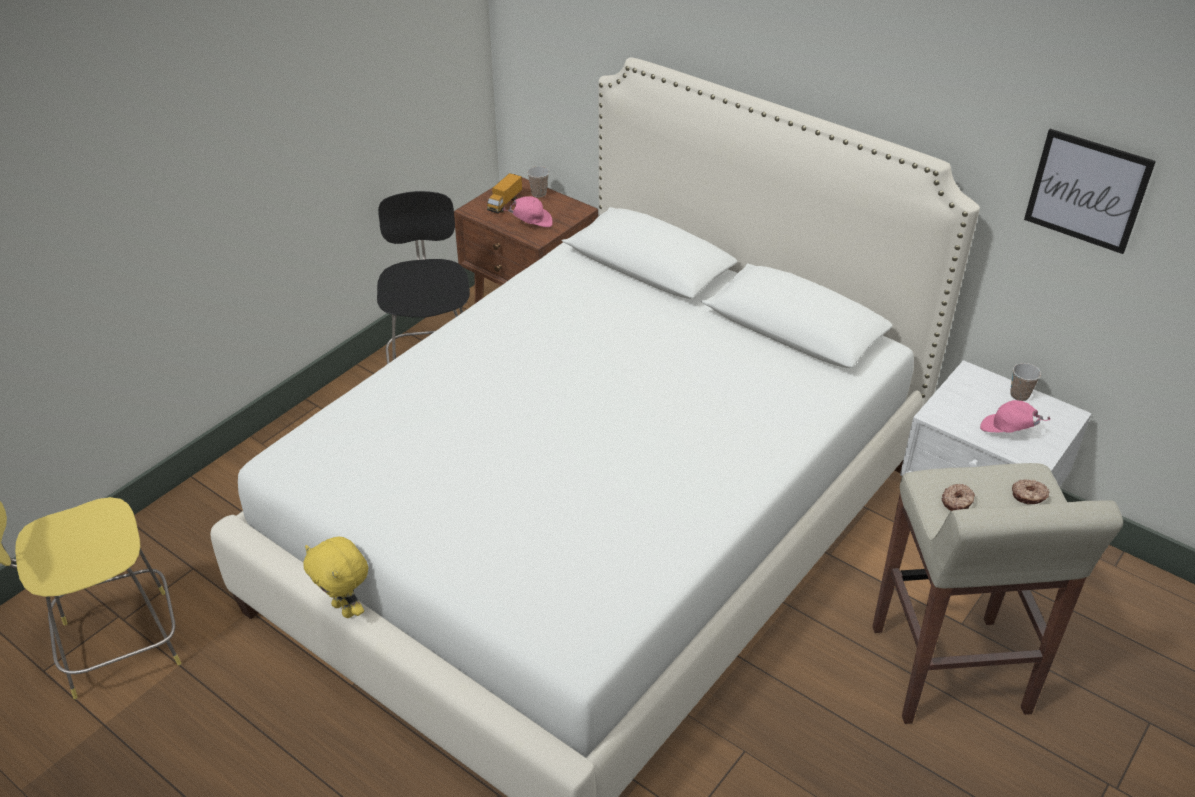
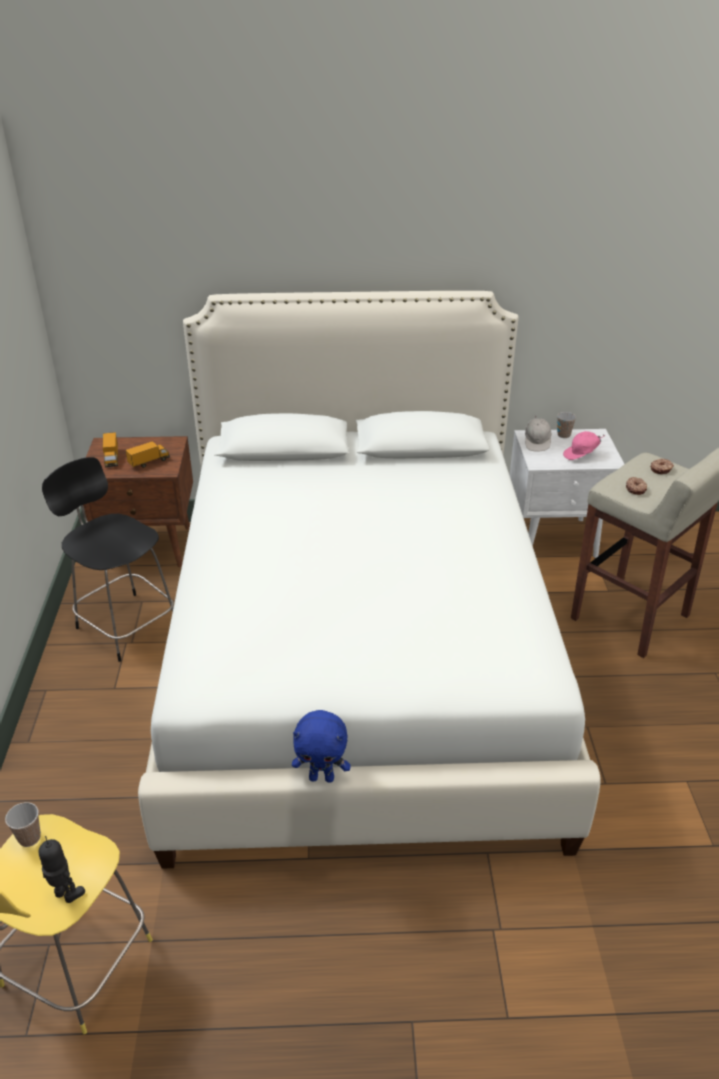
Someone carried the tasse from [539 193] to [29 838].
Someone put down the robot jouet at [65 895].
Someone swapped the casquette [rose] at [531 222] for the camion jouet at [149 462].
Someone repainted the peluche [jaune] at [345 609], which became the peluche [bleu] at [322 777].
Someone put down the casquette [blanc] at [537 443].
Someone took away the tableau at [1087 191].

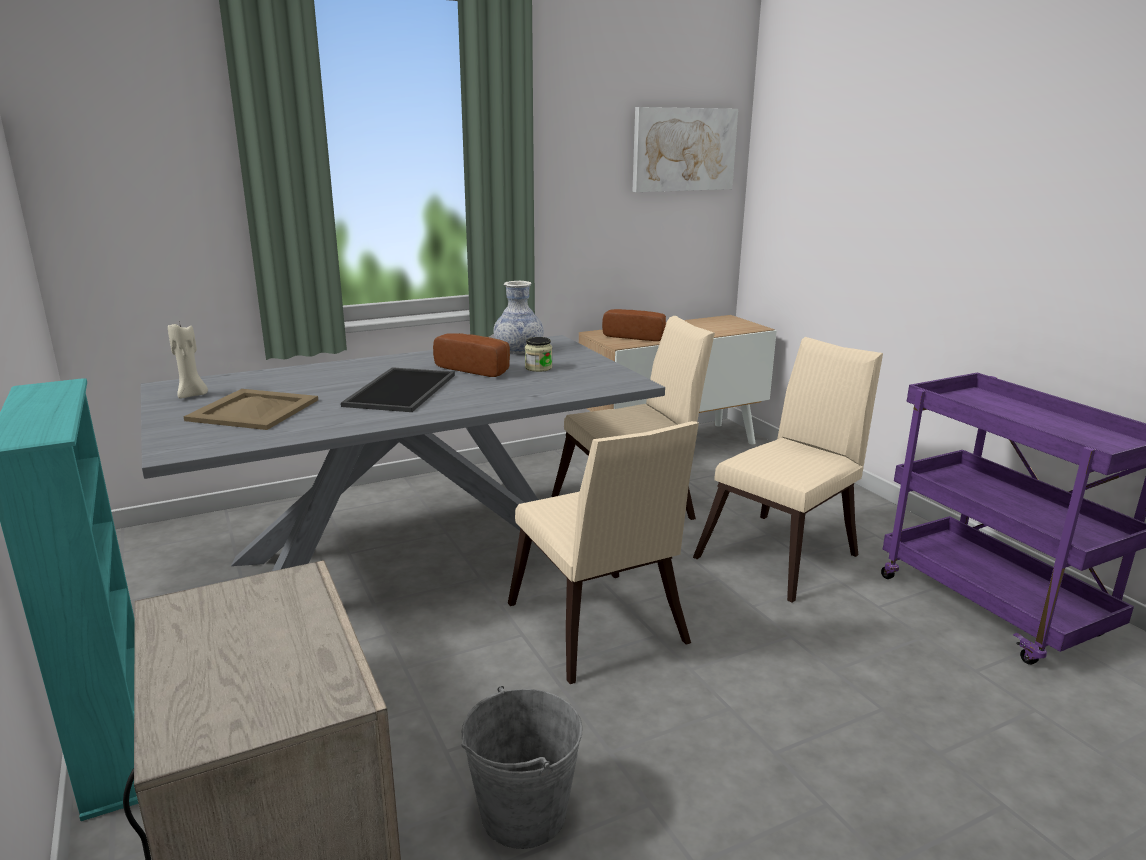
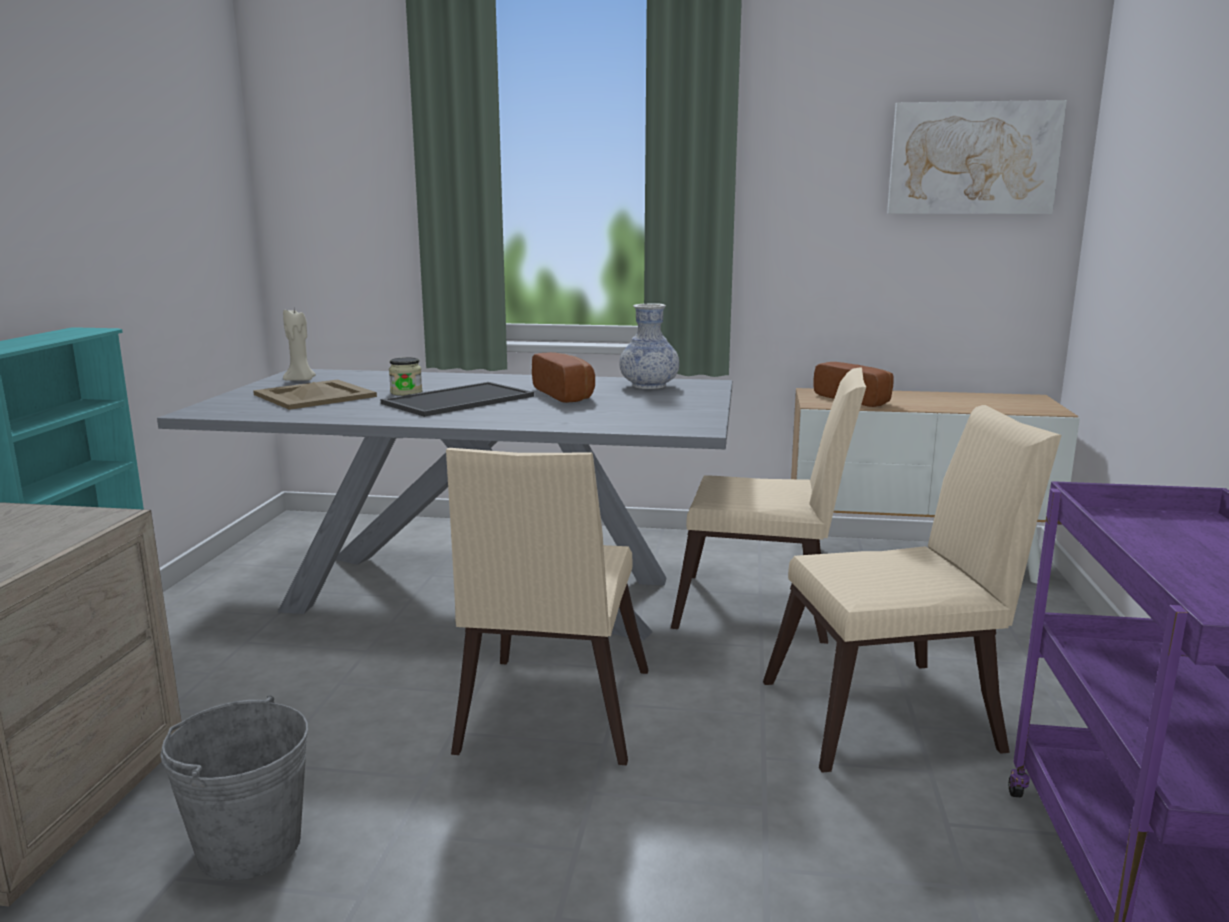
Someone carried the bocal from [538 368] to [406 392].

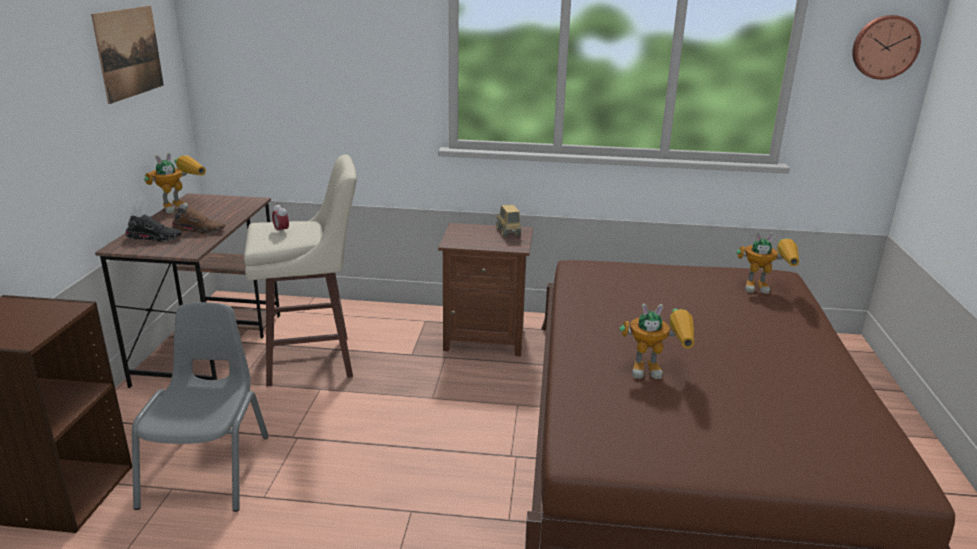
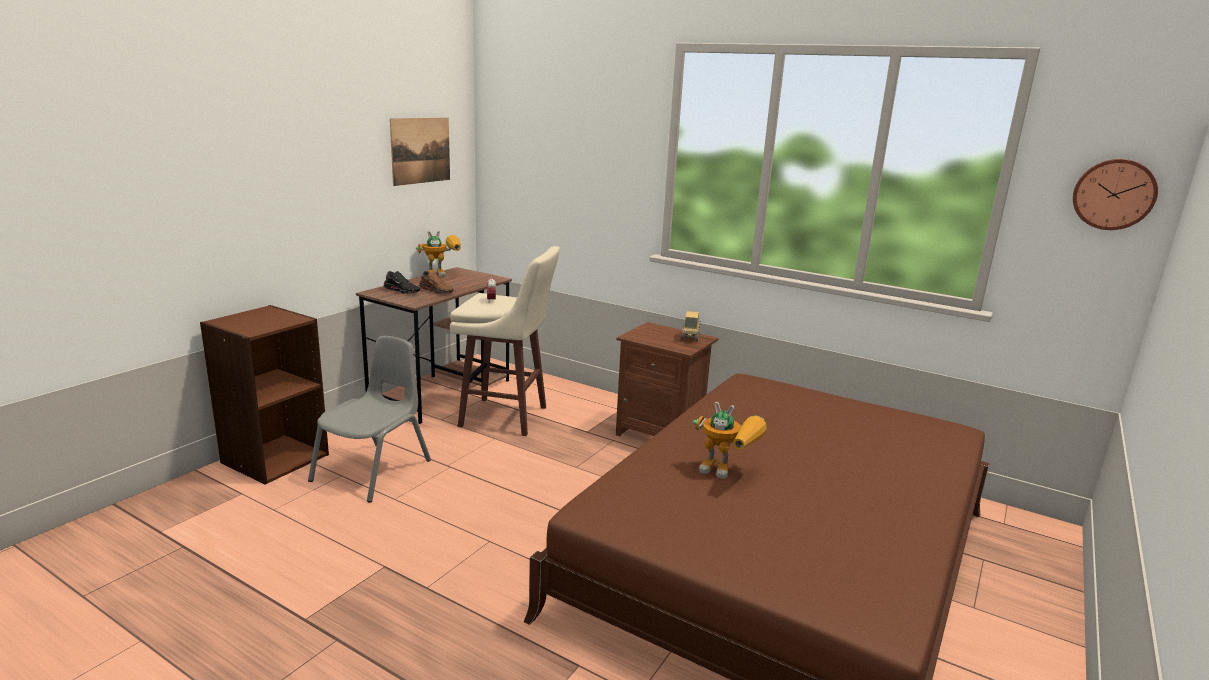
Someone took away the robot jouet at [765 288].

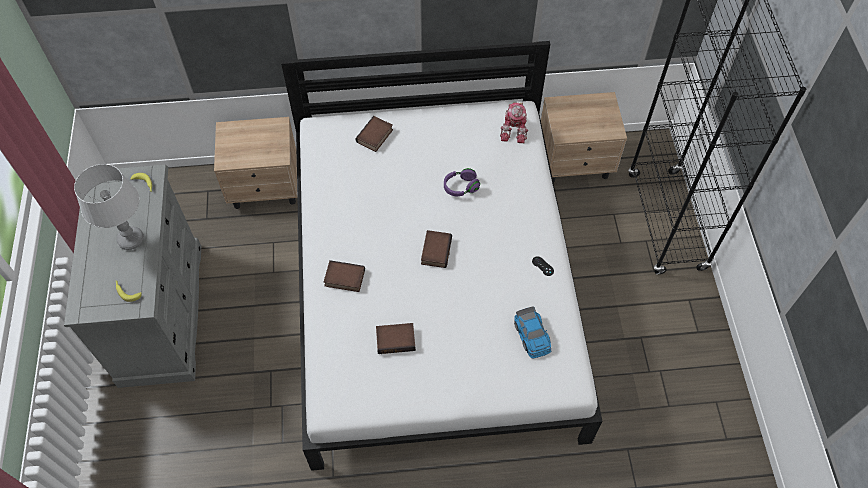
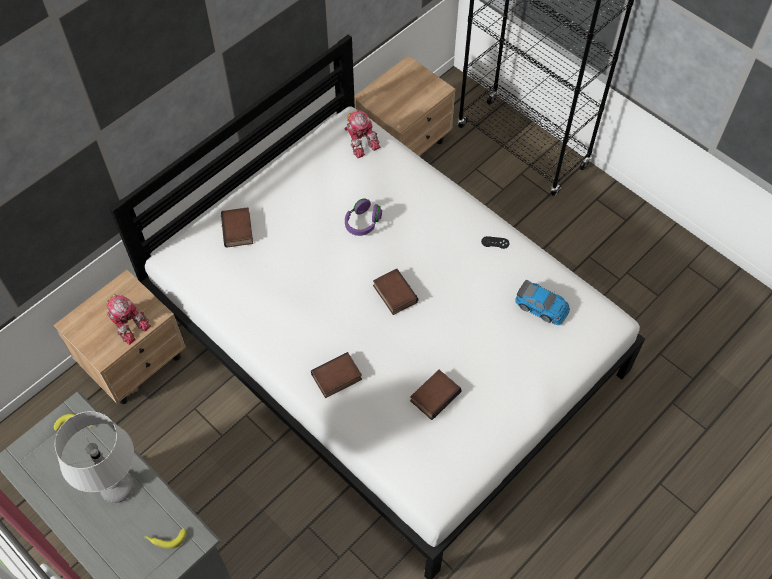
Someone put down the robot jouet at [127 322].

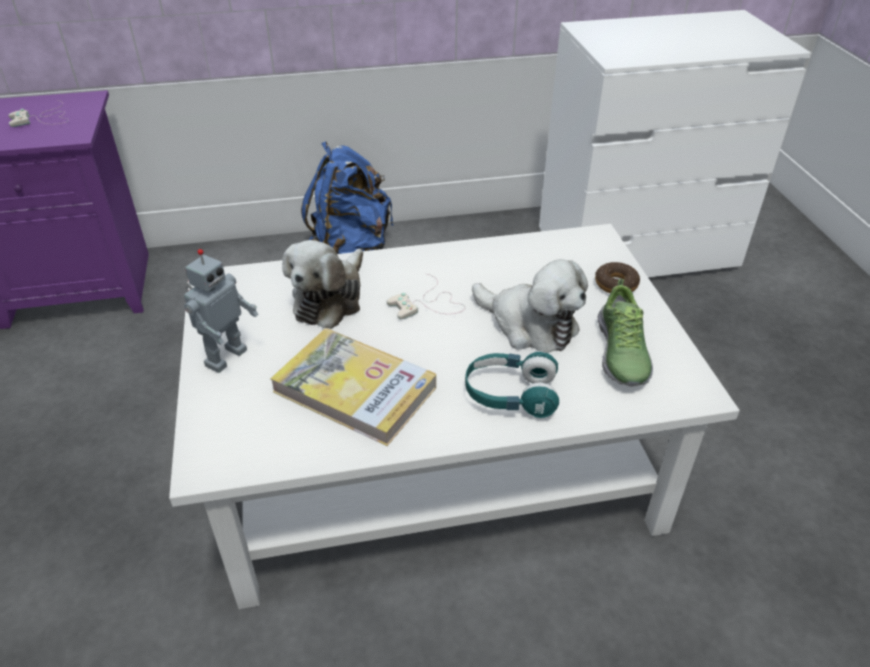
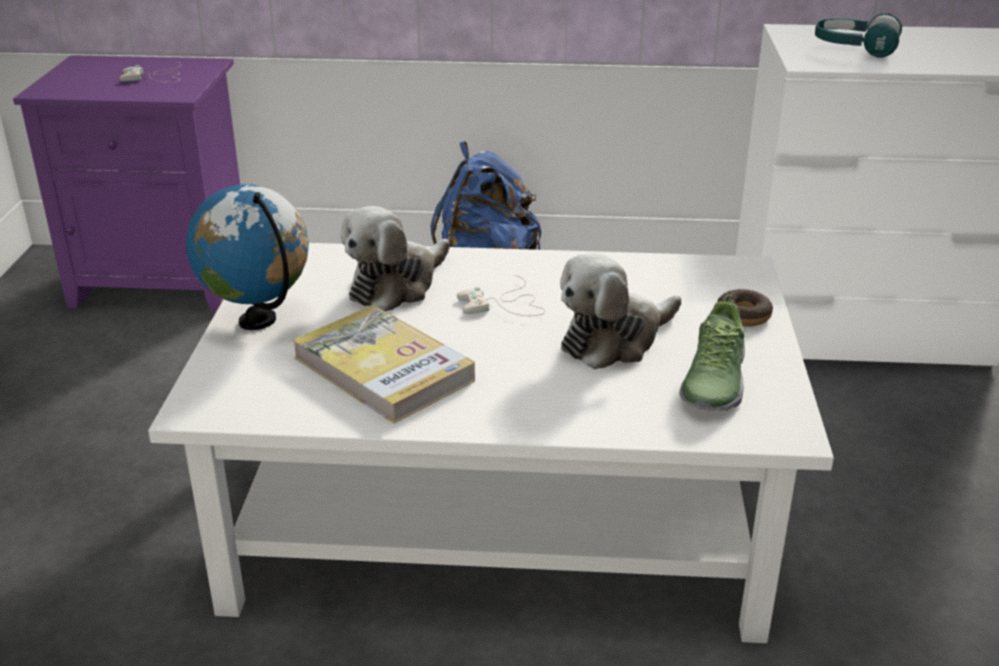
Someone swapped the robot jouet at [224 357] for the globe at [258 321].
Someone rotated the peluche at [529 325] by 90 degrees clockwise.
Someone carried the casque audio [turquoise] from [510 394] to [854 49].

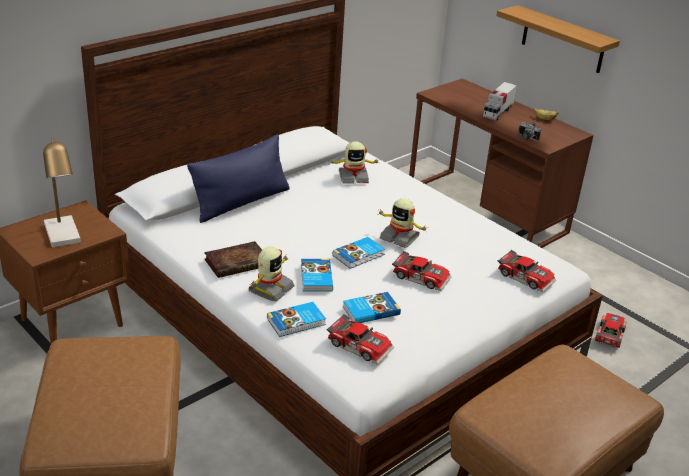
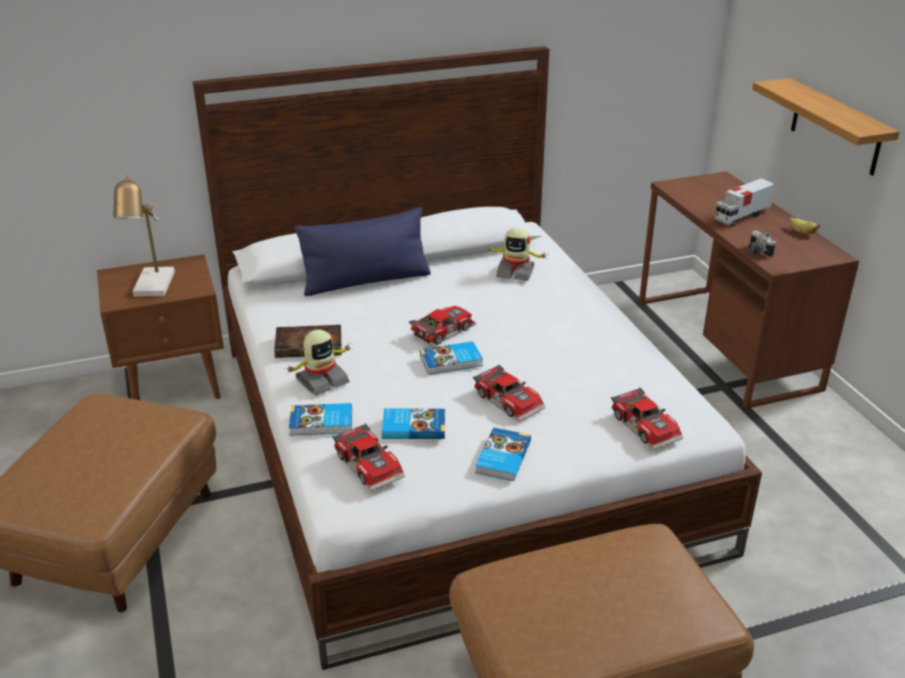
Someone carried the petite voiture from [608 334] to [441 330].
Someone carried the livre from [315 278] to [501 457].
Someone took away the robot jouet at [399 237].

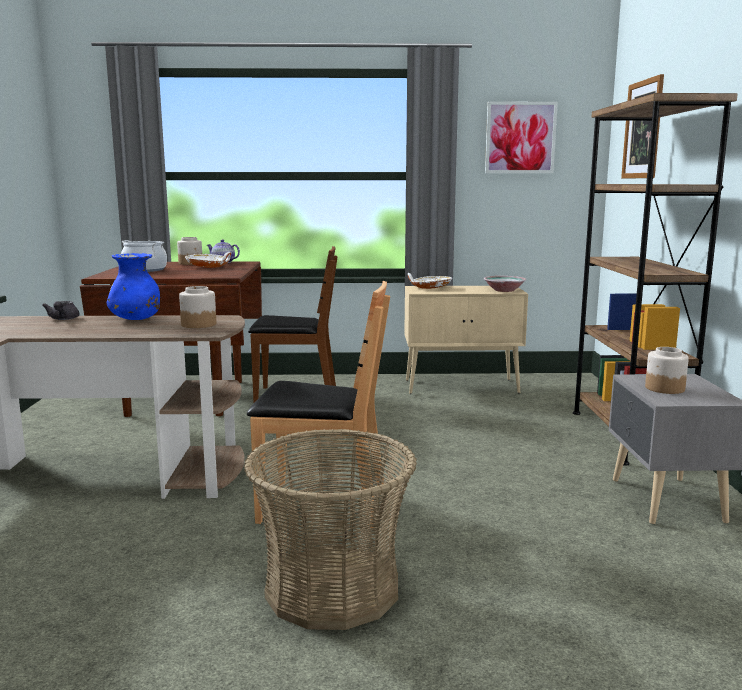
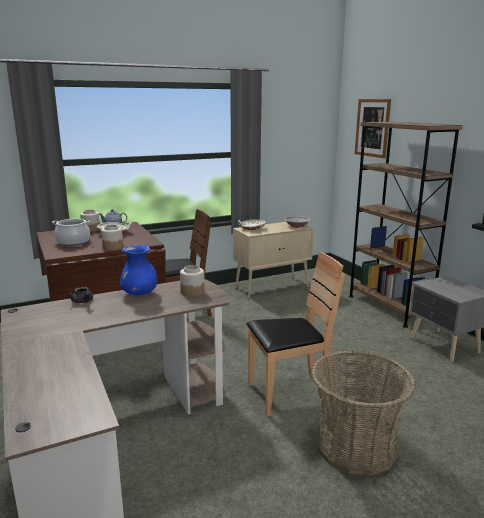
Someone carried the bocal from [664 388] to [112 247].
Someone took away the tableau at [520 138].

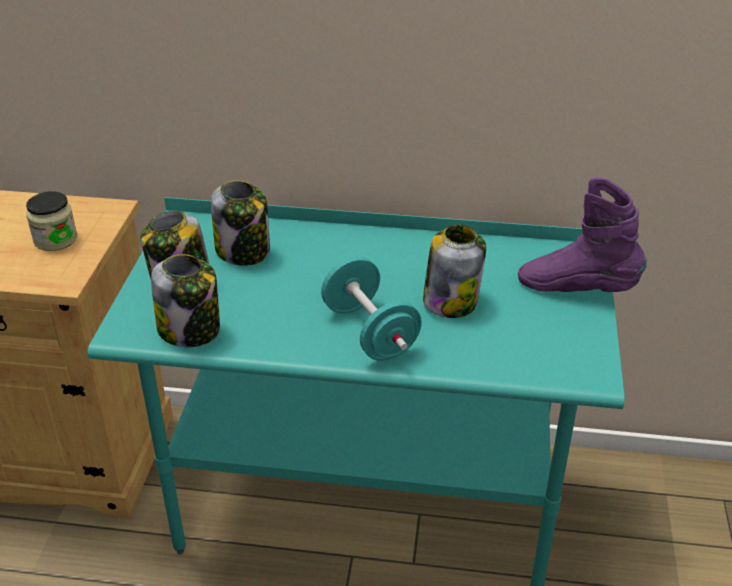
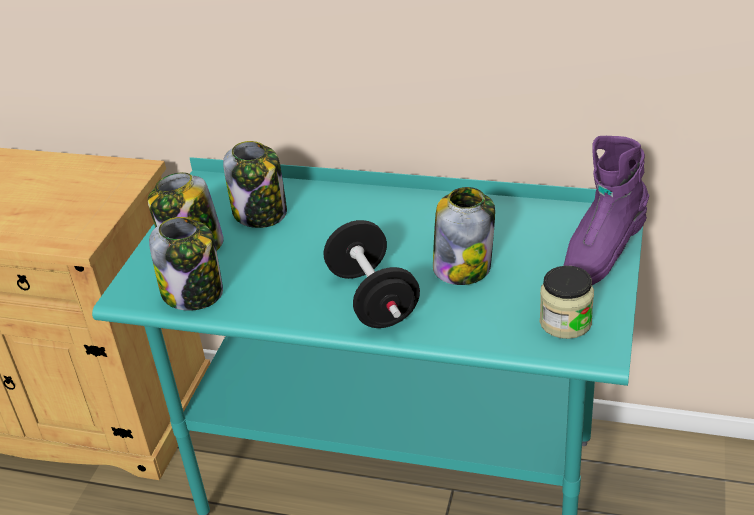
Someone repainted the haltère [turquoise] at [370 332], which became the haltère [noir] at [373 298].
Someone carried the bocal from [55 239] to [565 322].
Someone rotated the botte [violet] at [577 288] by 75 degrees counterclockwise.

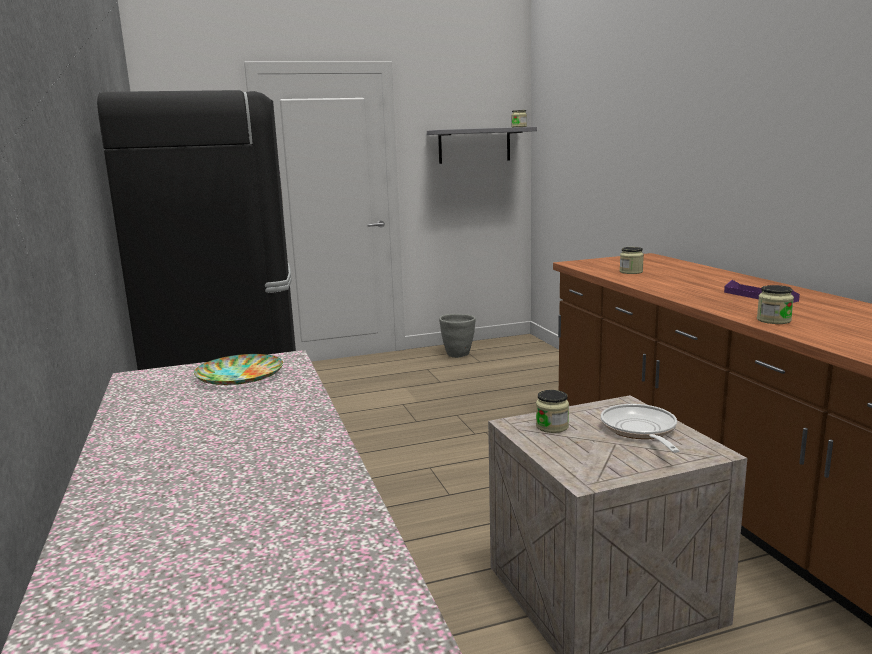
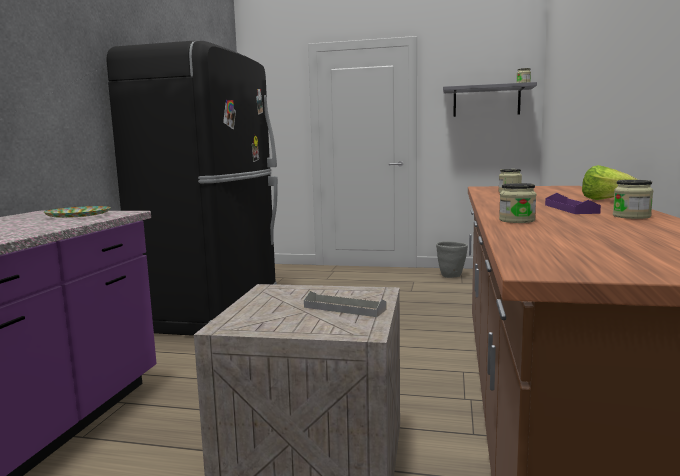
Someone swapped the poêle at [640 431] for the plateau [gris] at [344 308].
Someone put down the laitue at [607 200].
Someone carried the bocal from [552 427] to [631 216].

